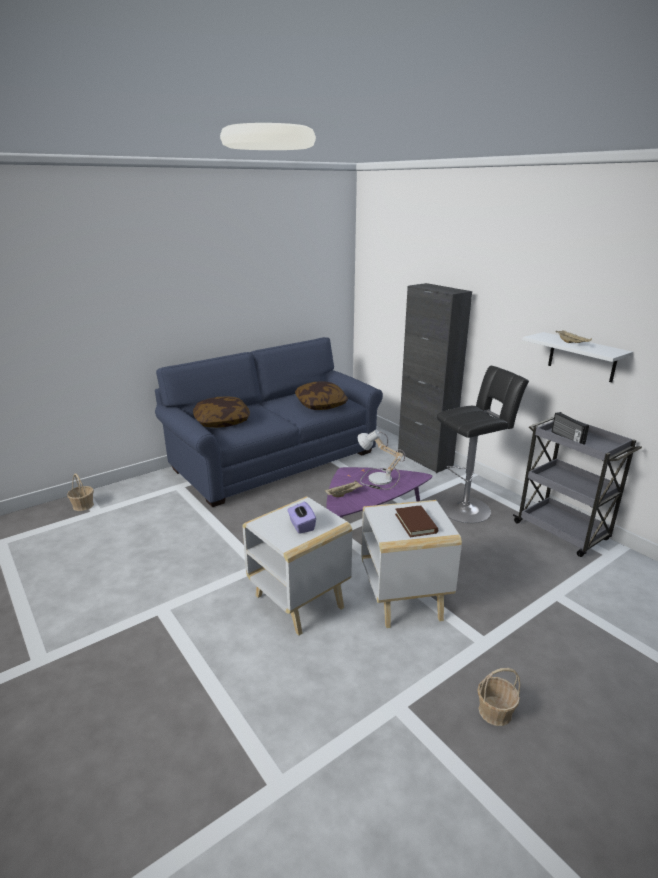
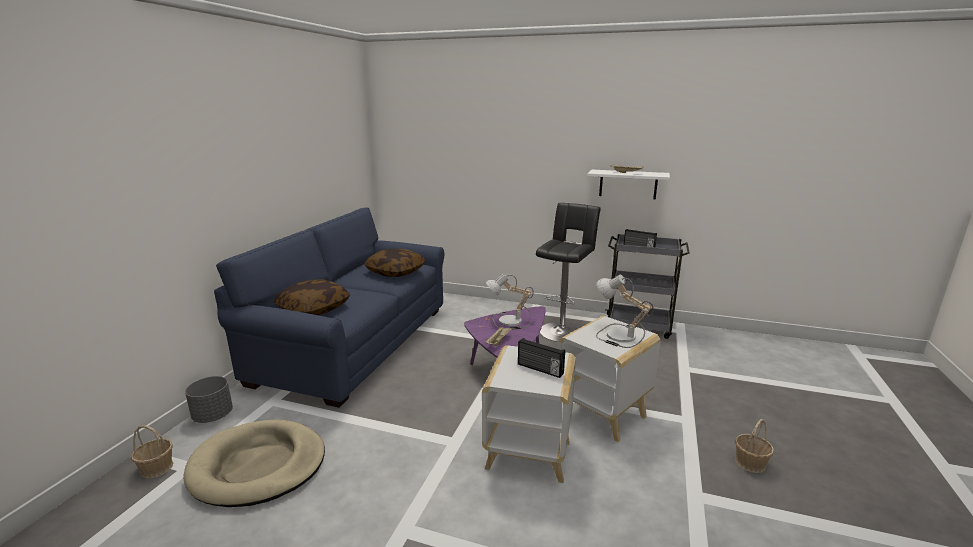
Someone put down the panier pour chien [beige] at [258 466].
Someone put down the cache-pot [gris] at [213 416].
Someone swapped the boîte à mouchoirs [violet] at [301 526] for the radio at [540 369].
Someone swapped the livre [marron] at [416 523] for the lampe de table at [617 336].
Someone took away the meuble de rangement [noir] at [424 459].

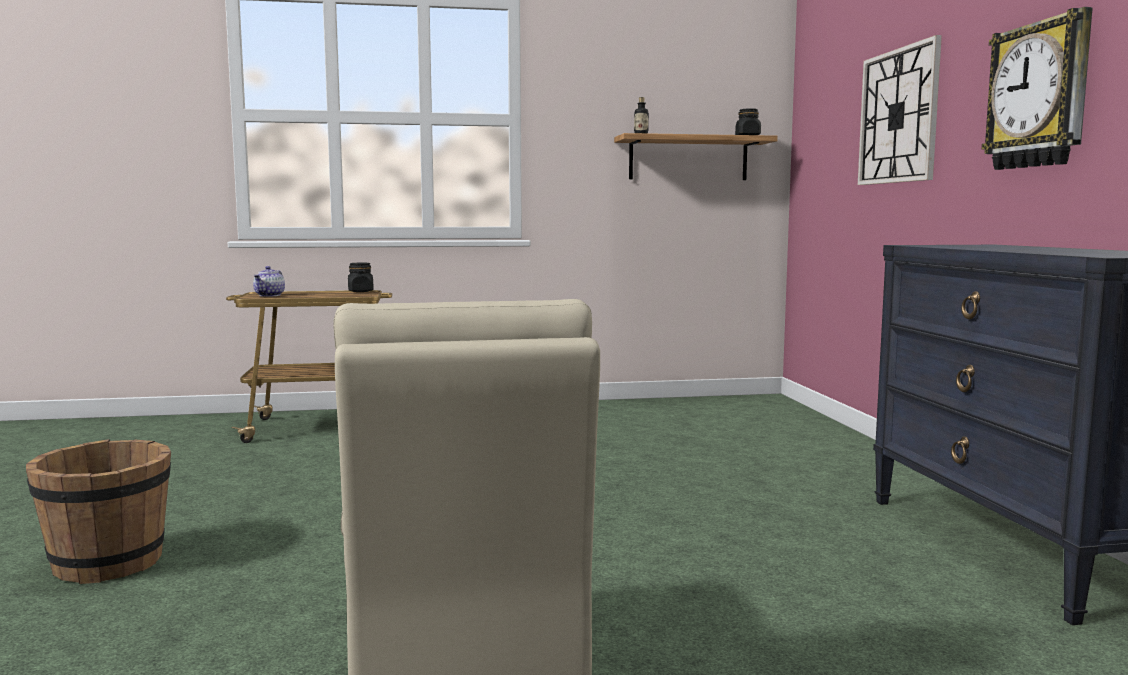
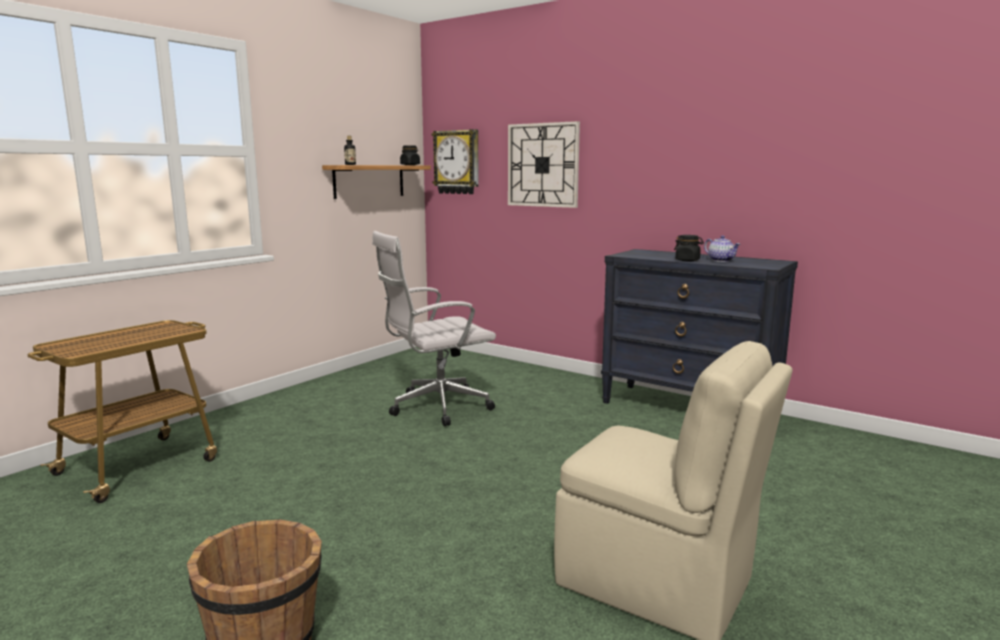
Someone put down the chaise de bureau [blanc] at [435 407].
Someone carried the horloge murale from [1039 95] to [457 162].
Someone carried the bocal [noir] from [360 291] to [687 260].
Someone carried the théière from [270 295] to [721 260].

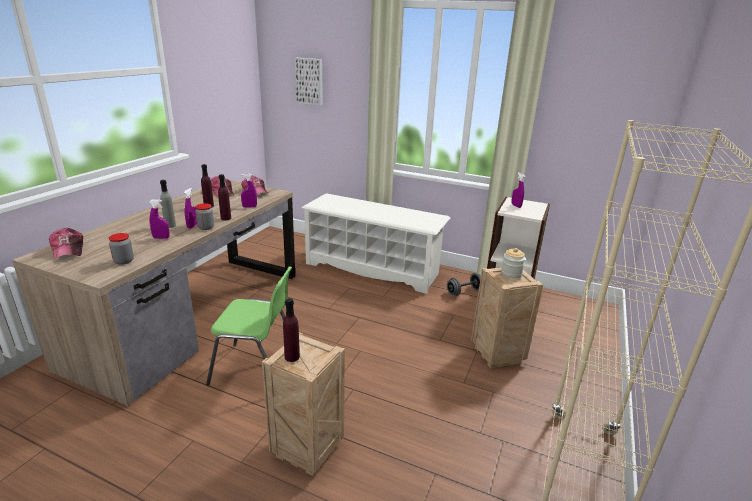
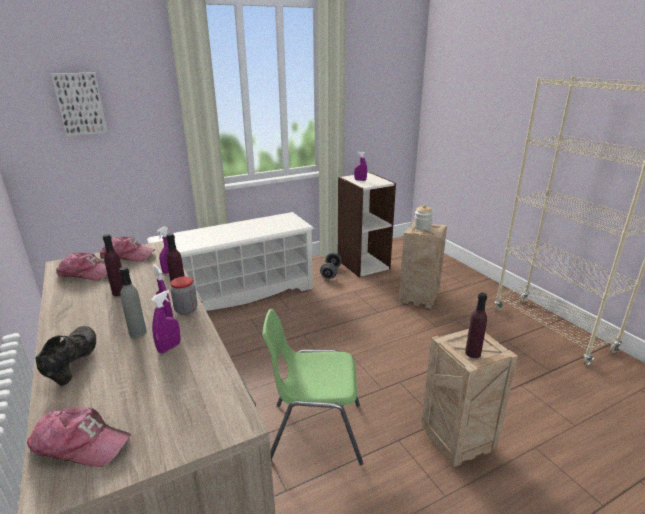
Someone put down the chaussure [noir] at [73 364].
Someone rotated the chaise [vert] at [257 368] by 135 degrees counterclockwise.
Someone took away the bocal at [124 261].

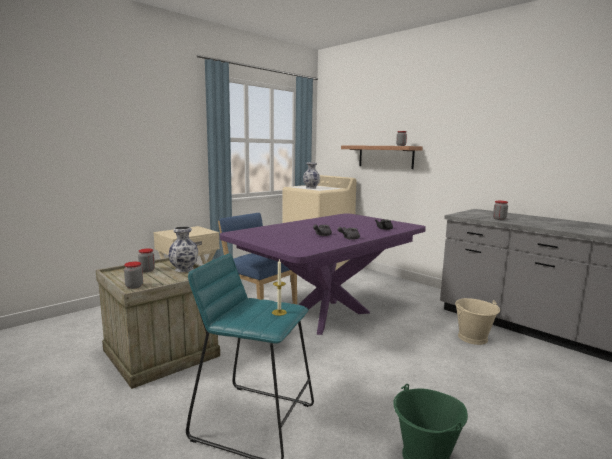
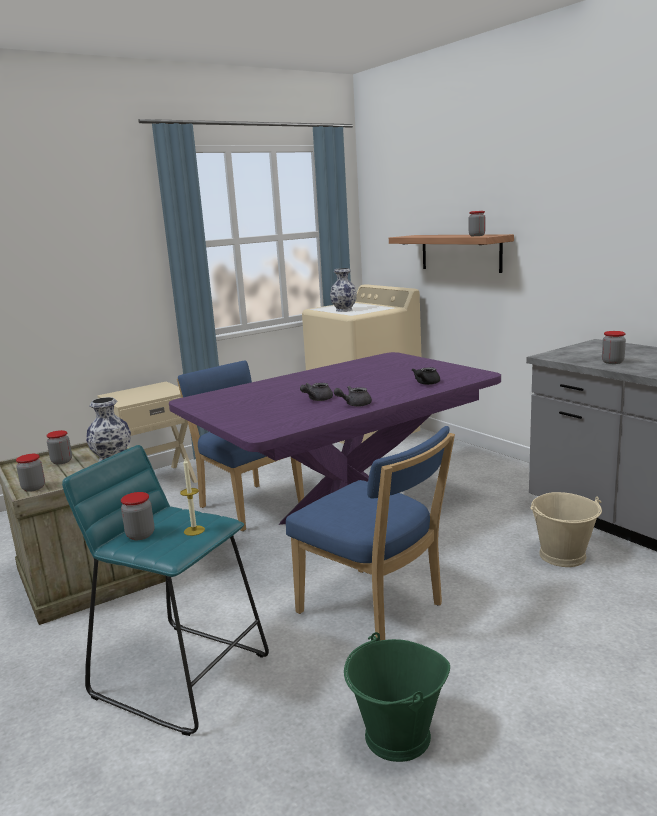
Someone put down the bocal at [140 535].
Someone put down the chaise [bleu] at [375 611].

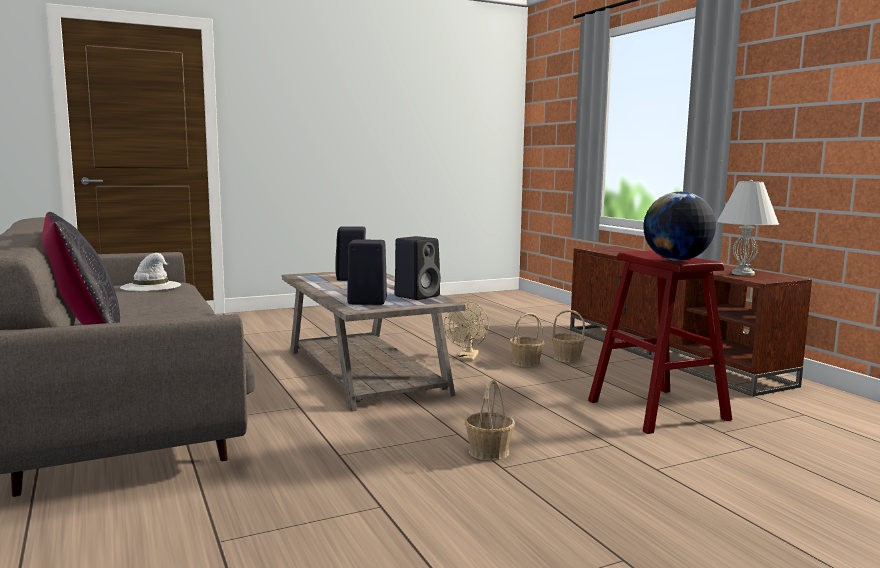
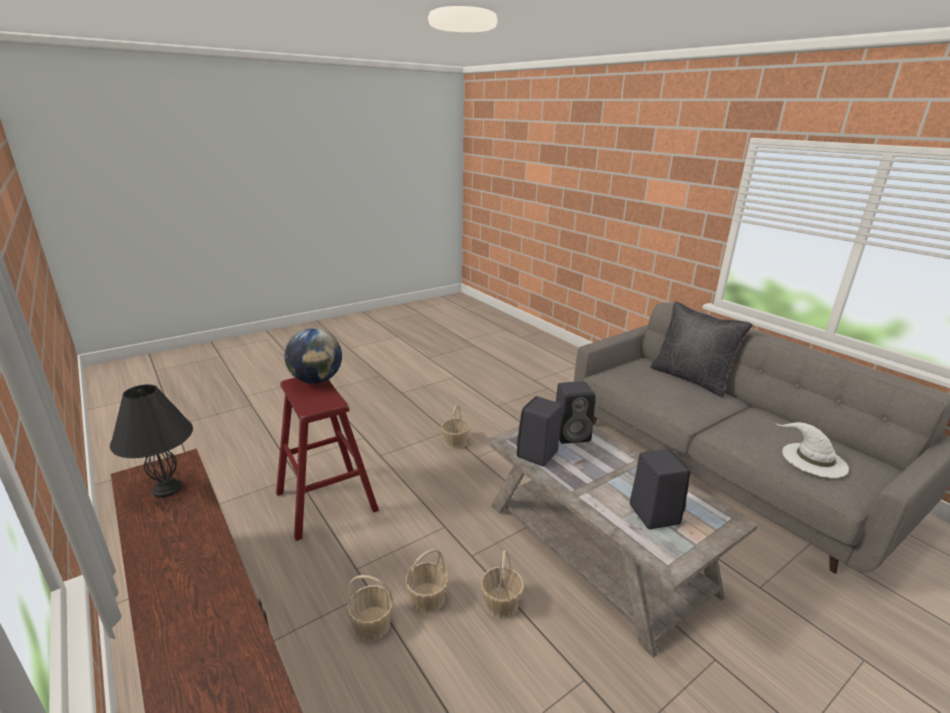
Someone repainted the lampe de table [blanc] at [742 273], which became the lampe de table [noir] at [168 489].
Someone swapped the ventilateur [beige] at [467 358] for the panier at [500 603].

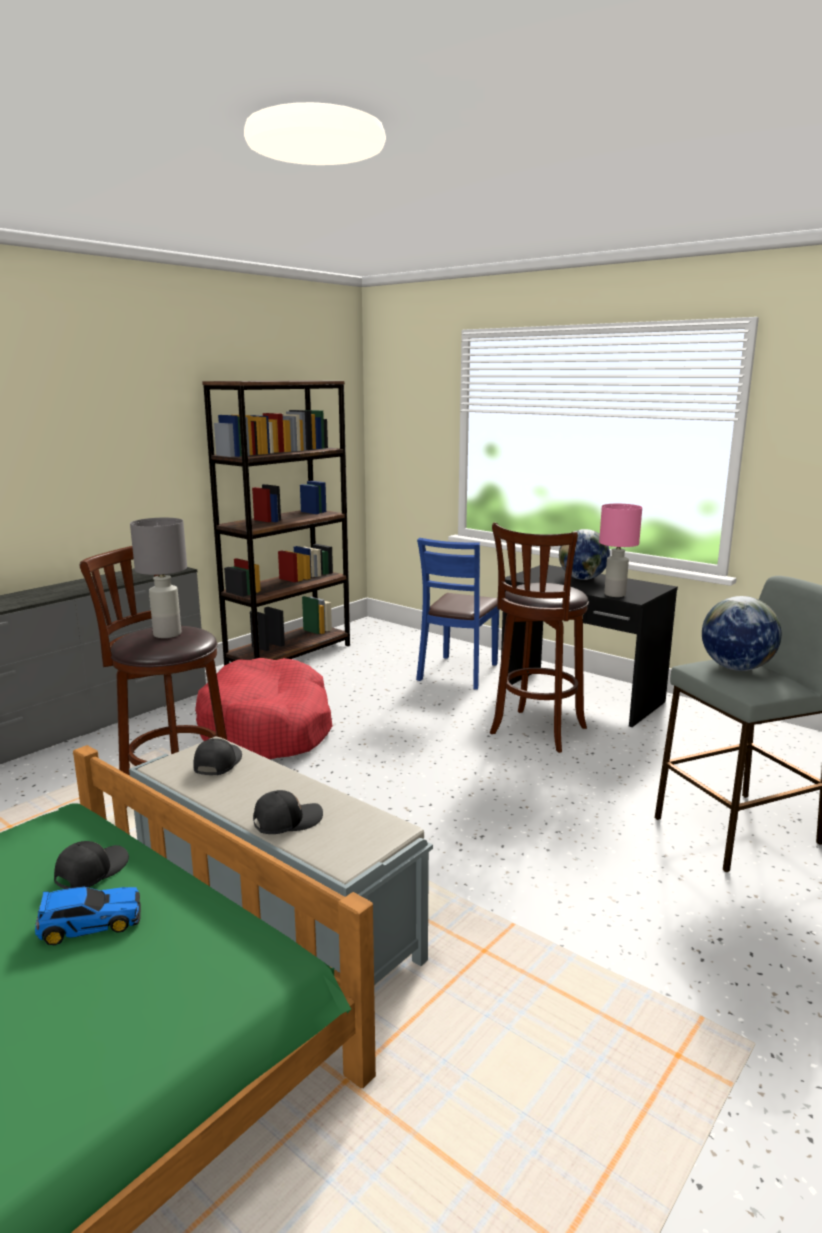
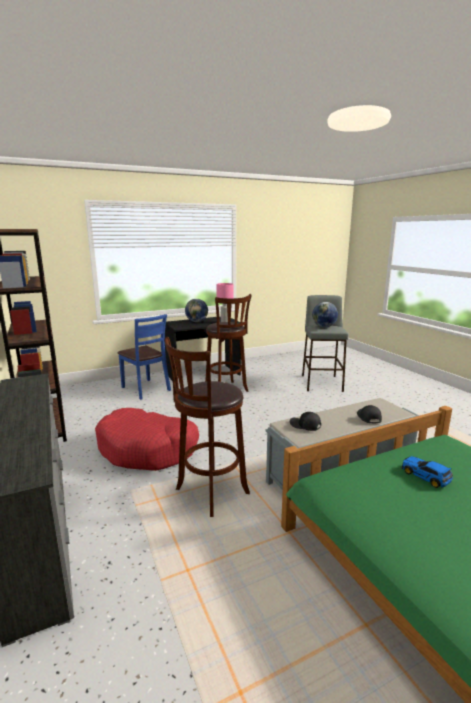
Someone rotated the petite voiture at [88 923] by 45 degrees counterclockwise.
Someone took away the casquette [noir] at [91 871].
Someone took away the lampe de table [gris] at [166 634].

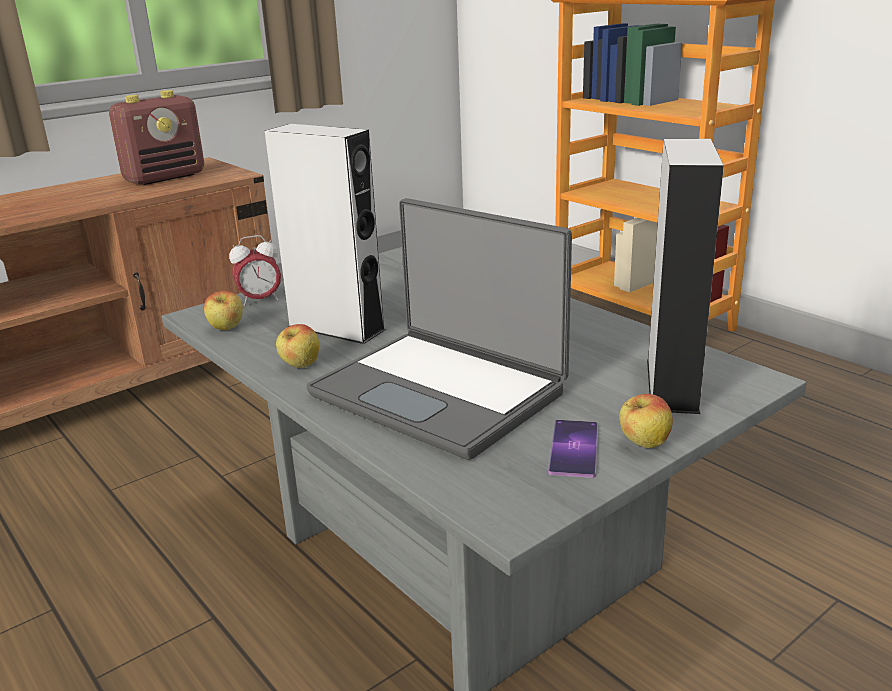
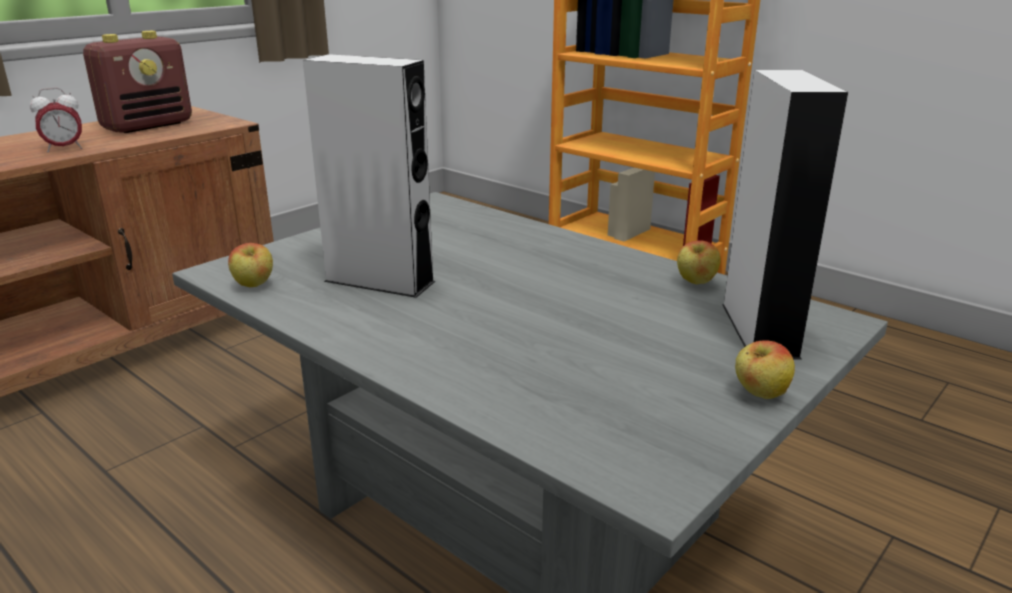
Someone carried the réveil from [260 300] to [64 149].
Someone carried the pomme from [300 366] to [696 283].
Someone took away the ordinateur portable at [440 392].
Someone took away the téléphone at [574 448].

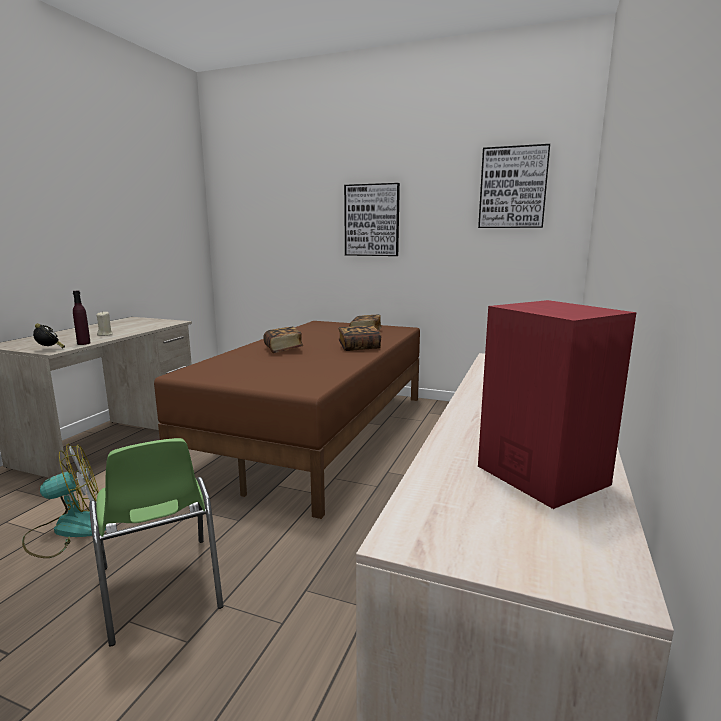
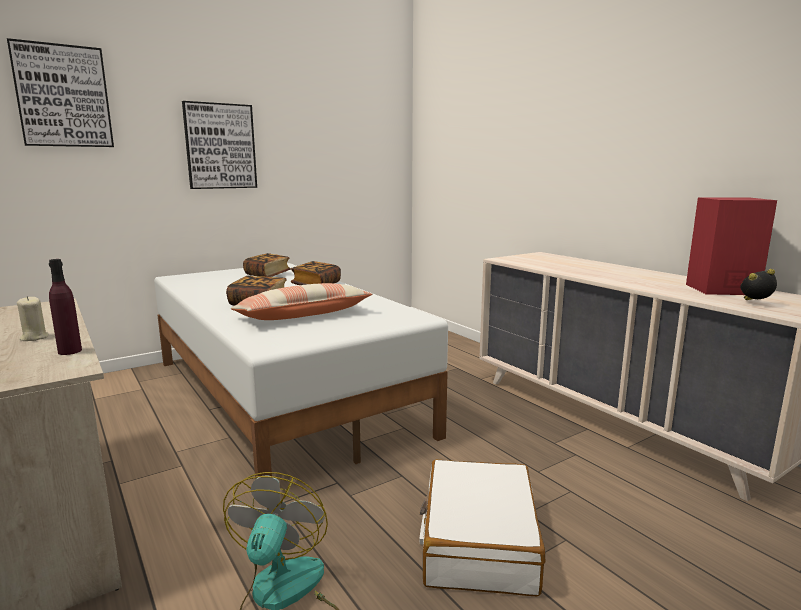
Someone carried the tableau from [513 188] to [63 96].
Someone repainted the lit [marron] at [318 433], which became the lit [blanc] at [283 395].
Someone put down the coussin at [303 316].
Someone swapped the chaise [vert] at [160 588] for the valise [blanc] at [478 541].
Someone carried the réveil from [49 349] to [755 303].

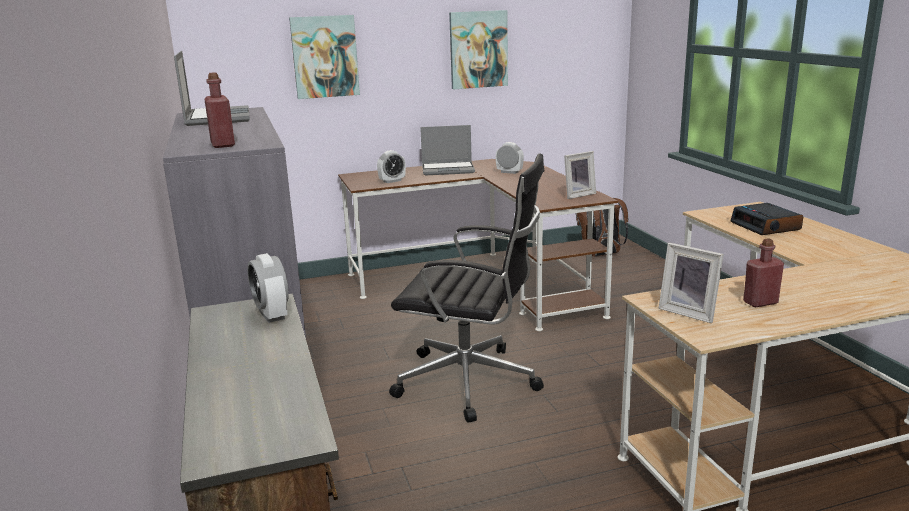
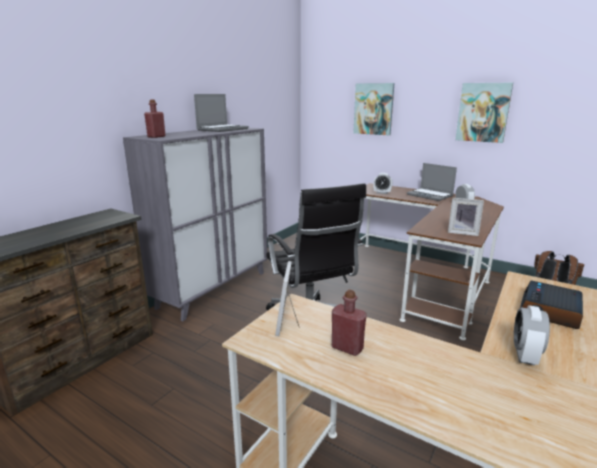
Someone carried the réveil from [272 315] to [525 355].

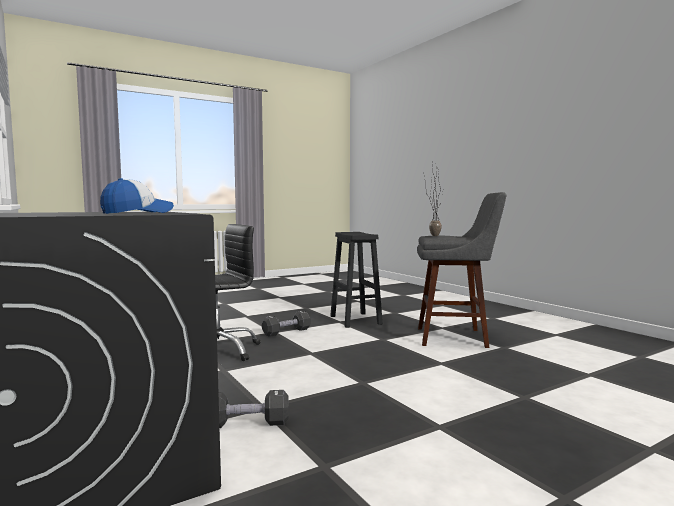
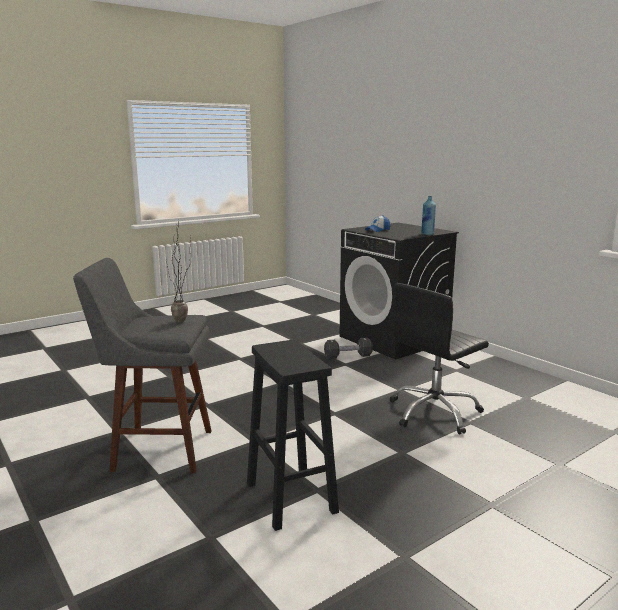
Someone put down the bouteille [bleu] at [427 234].
Someone took away the haltère [noir] at [286 332].

